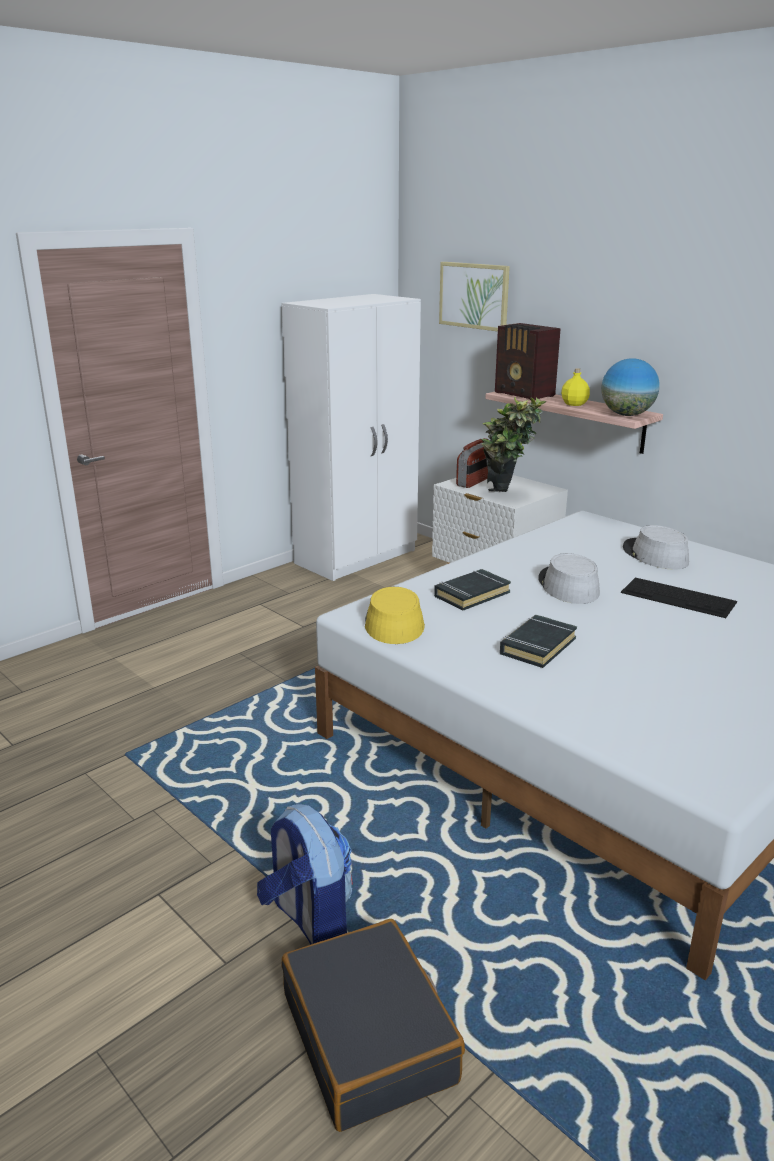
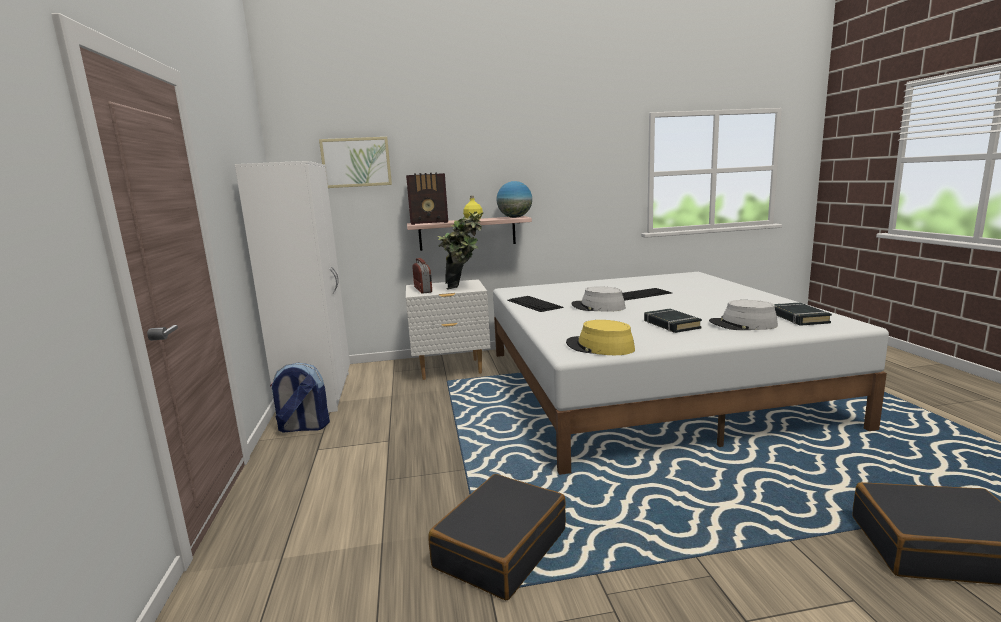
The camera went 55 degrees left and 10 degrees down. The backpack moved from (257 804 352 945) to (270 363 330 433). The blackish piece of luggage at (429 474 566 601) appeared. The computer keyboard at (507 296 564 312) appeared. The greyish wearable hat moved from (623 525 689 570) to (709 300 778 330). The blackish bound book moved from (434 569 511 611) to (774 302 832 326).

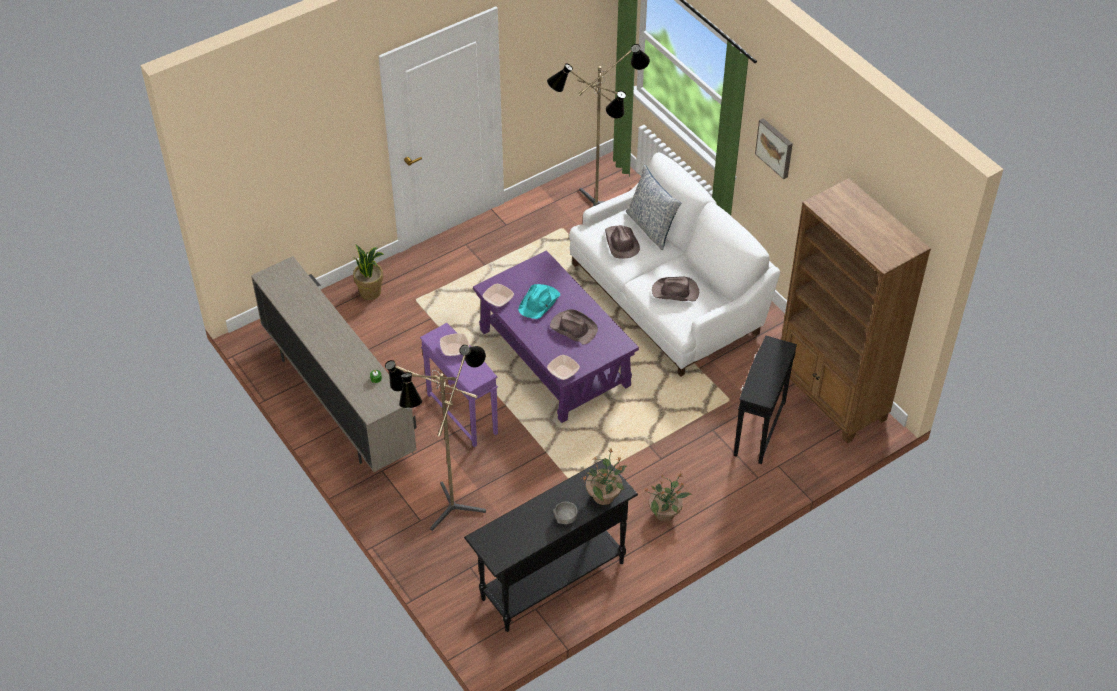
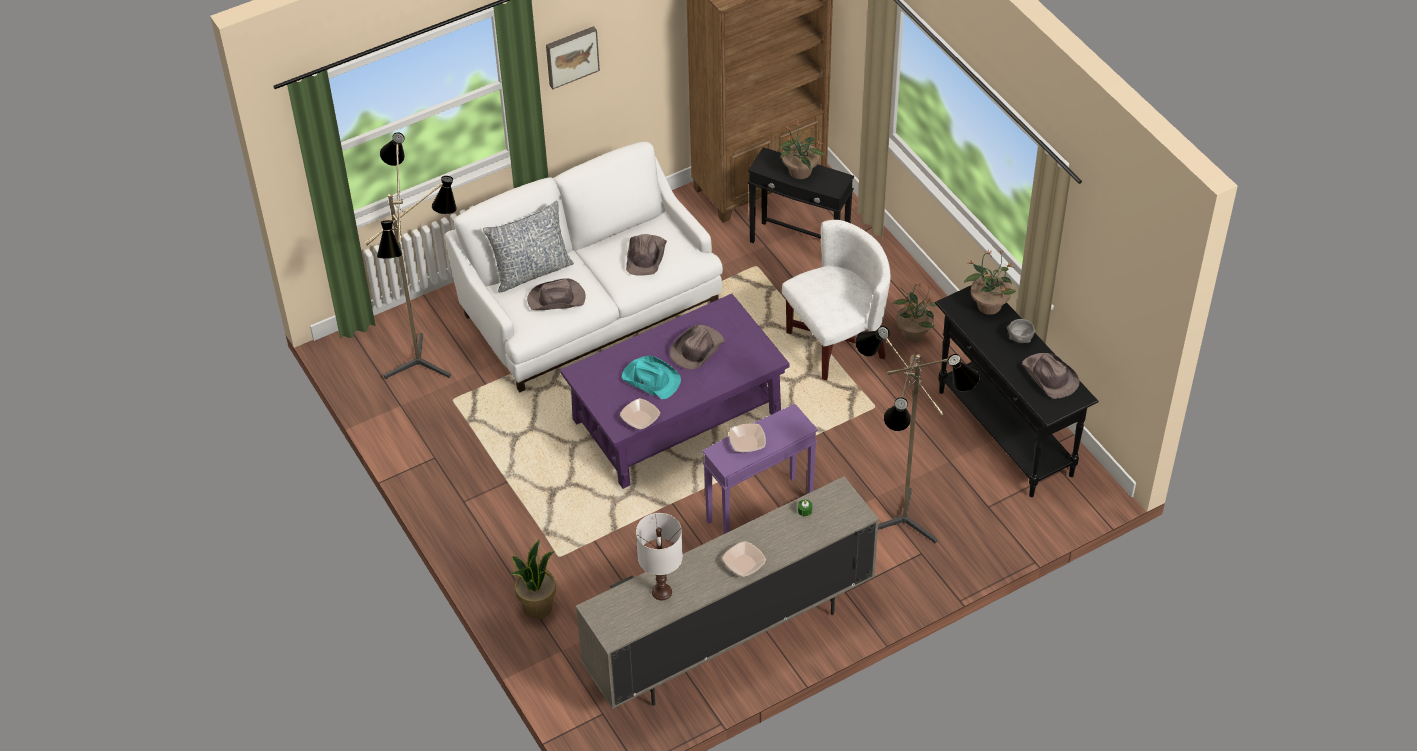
The camera went 85 degrees left and 0 degrees up. The whitish tabletop lamp at (636 513 683 600) appeared. The serving bowl moved from (547 355 580 380) to (722 541 766 577). The plant in a pot at (779 121 826 179) appeared. The whitish lounge chair at (782 220 891 380) appeared. The brownish wearable hat at (1022 353 1080 399) appeared.

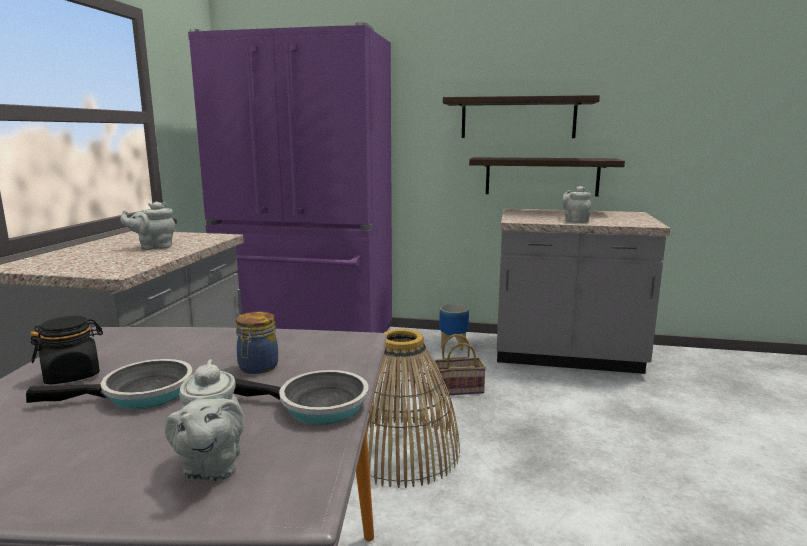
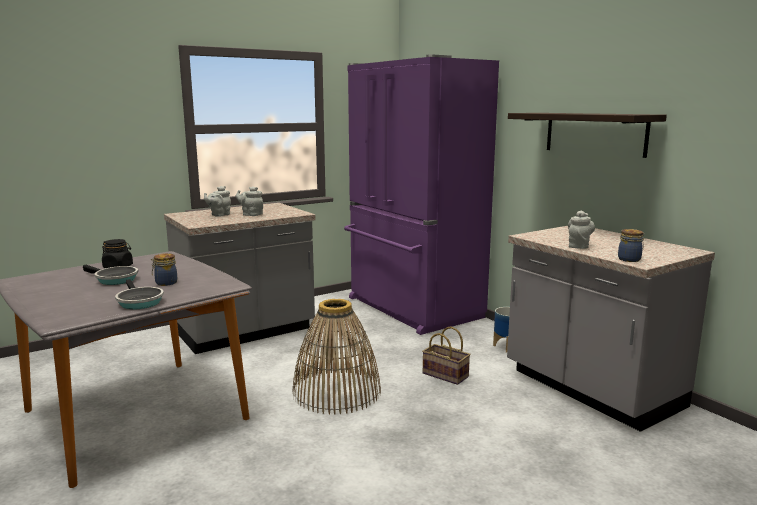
The camera went 45 degrees right and 0 degrees up. The greyish teapot moved from (165 359 244 481) to (204 186 231 217). The preserve jar at (618 229 645 262) appeared. The bracket shelf at (469 157 625 197) disappeared.

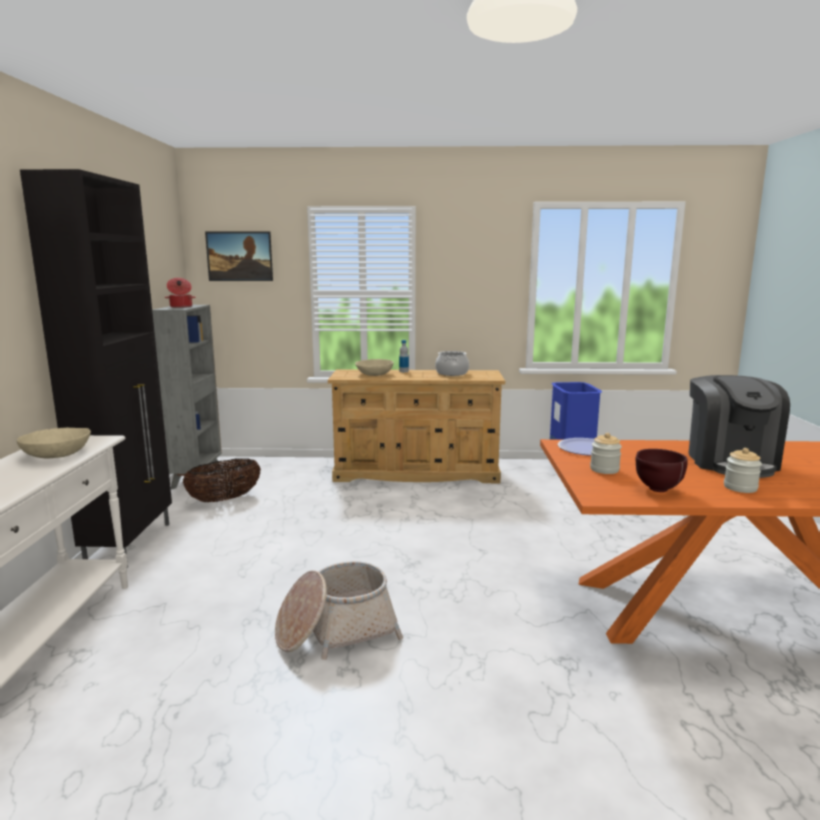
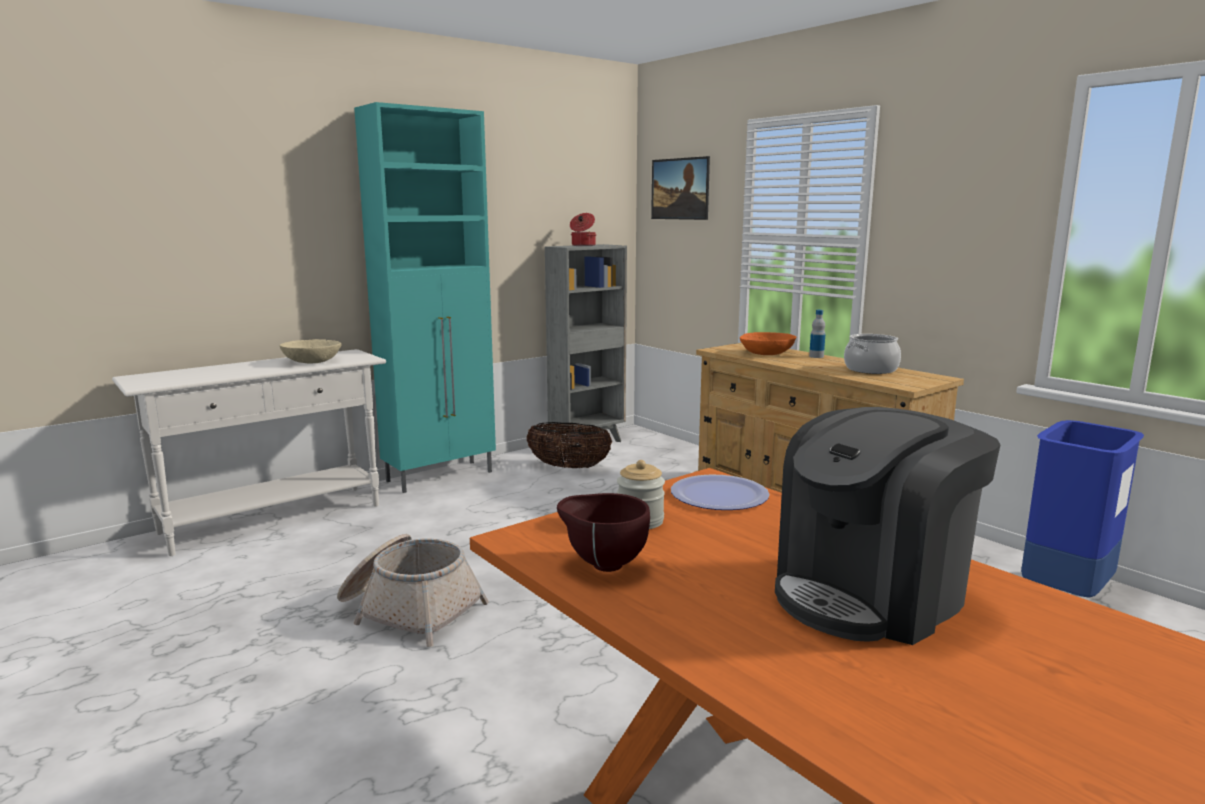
The camera went 50 degrees right and 0 degrees up. The blackish cabinet at (20 169 172 568) became the blue-green cabinet at (354 102 496 493). The sand-coloured serving bowl at (355 359 393 376) became the orange serving bowl at (740 332 796 355). The preserve jar at (724 448 762 493) disappeared.

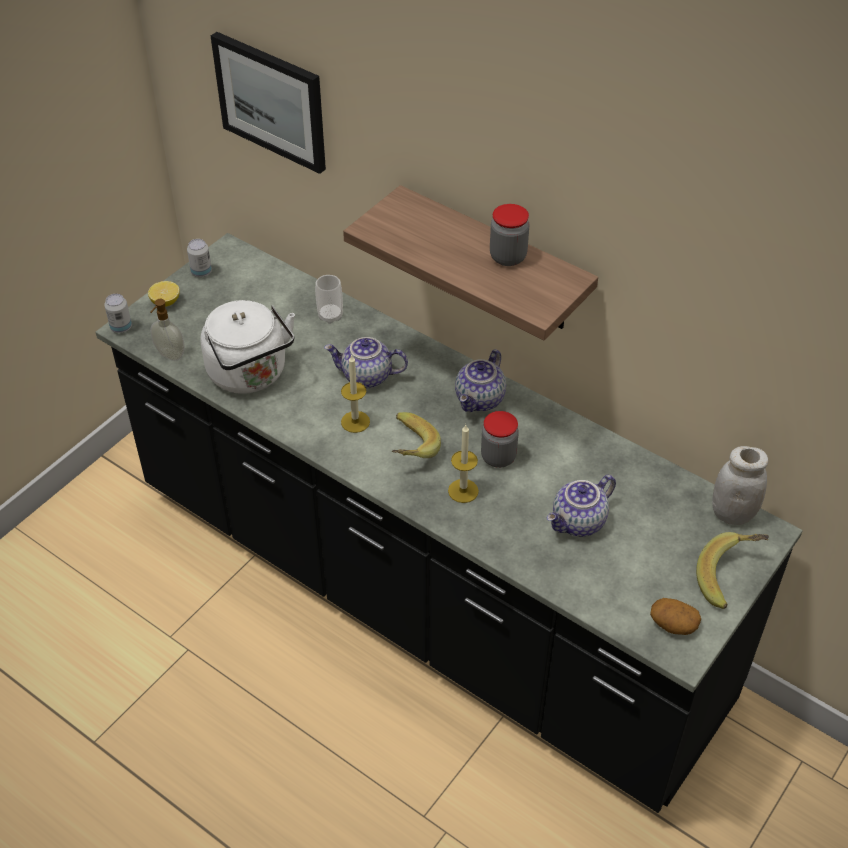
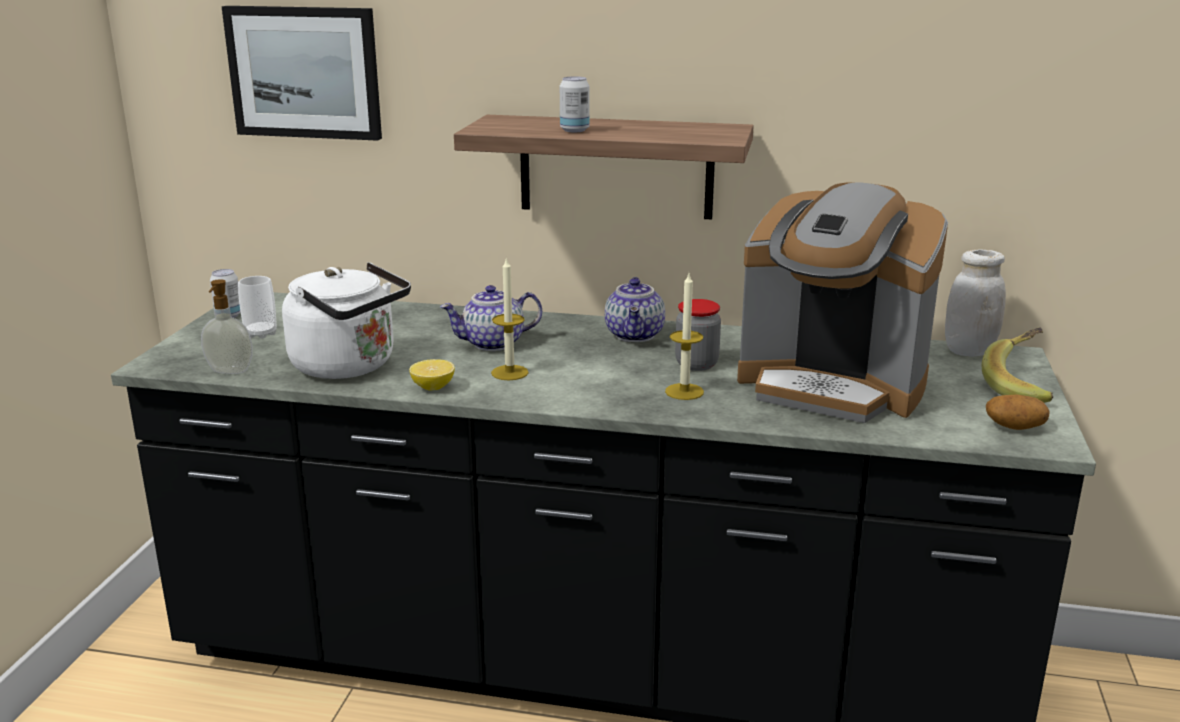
The camera went 25 degrees left and 25 degrees down. The cup moved from (315 275 343 324) to (238 276 277 339). The whole lemon moved from (148 281 180 307) to (409 359 455 391). The metal can moved from (104 294 132 333) to (560 76 589 132). The teapot at (547 475 616 536) was replaced by the coffee maker at (737 182 948 423). The banana at (392 412 441 458) disappeared. The preserve jar at (490 204 529 266) disappeared.

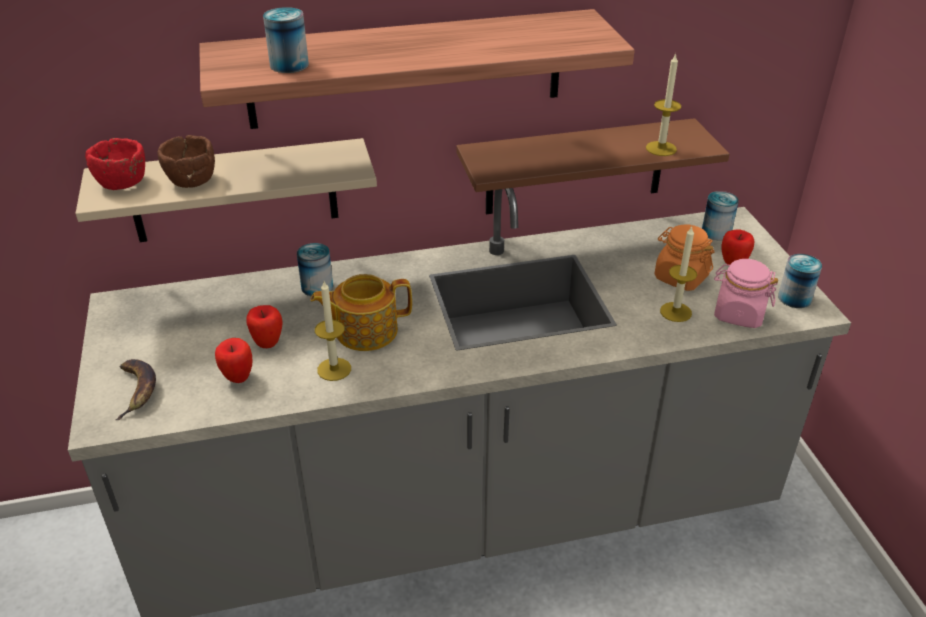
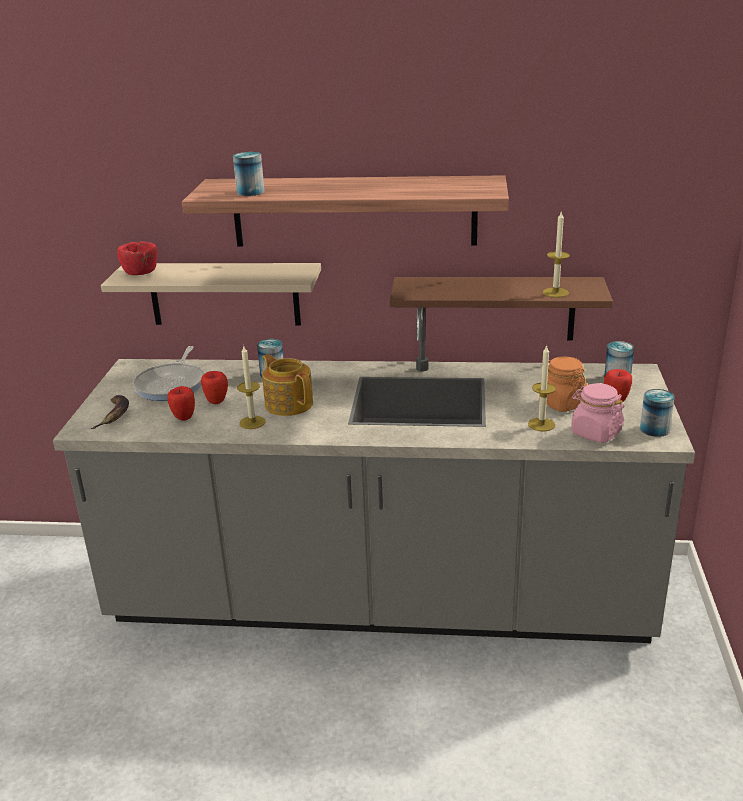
The camera went 20 degrees right and 10 degrees down. The frying pan at (132 346 204 401) appeared. The teapot at (311 274 412 351) turned 45 degrees clockwise. The brownish serving bowl at (158 135 215 188) disappeared.

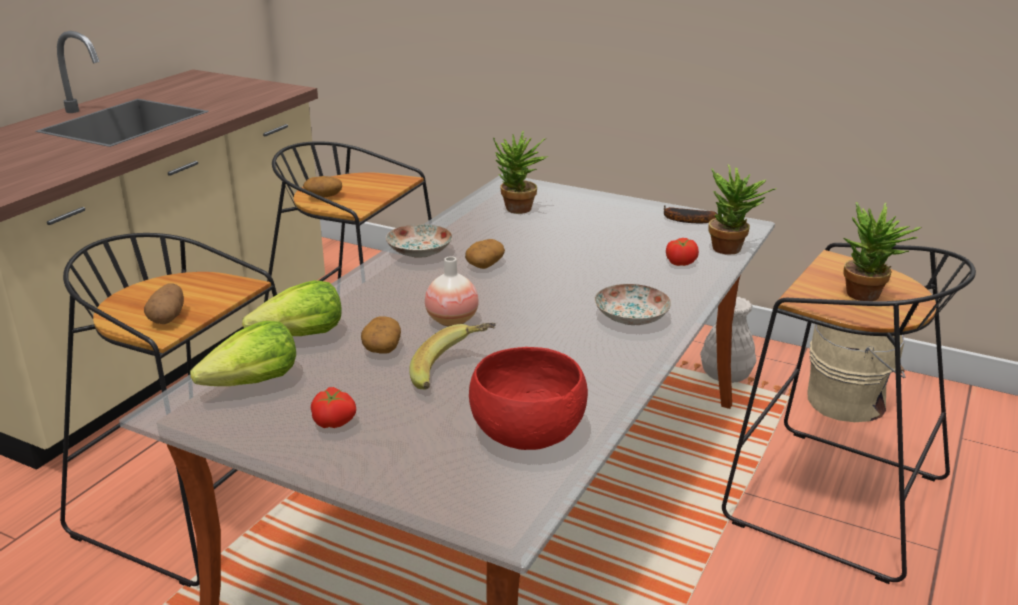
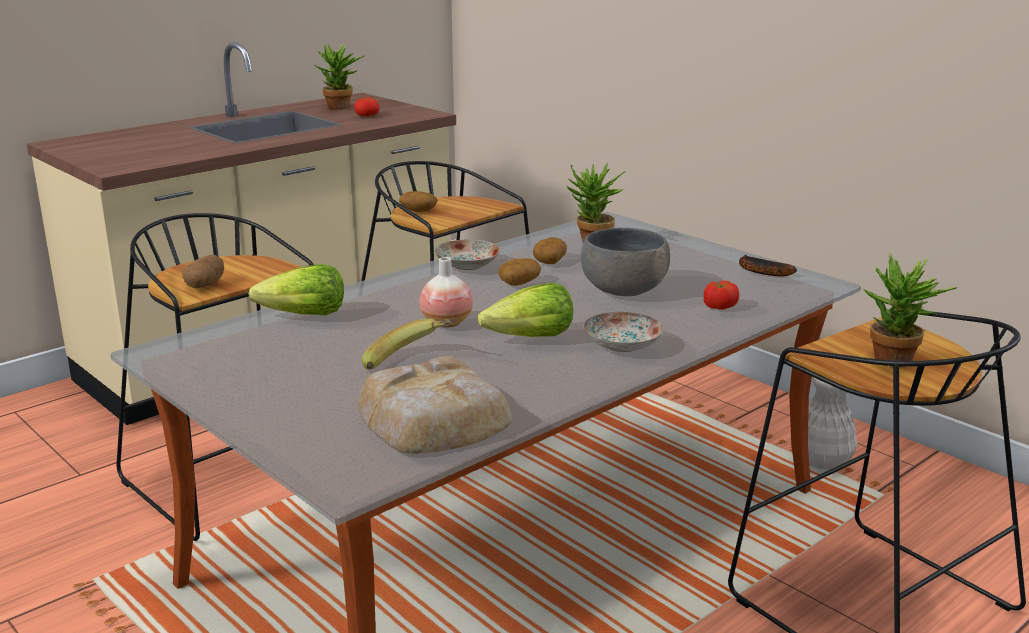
The camera went 20 degrees right and 5 degrees down. The plant in a pot moved from (709 164 777 255) to (315 44 364 110). The tomato moved from (311 387 356 428) to (354 97 379 117). The reddish serving bowl at (469 347 588 450) was replaced by the baked bread at (358 356 512 454). The lettuce head moved from (190 321 296 386) to (478 283 573 337). The spud moved from (361 316 401 354) to (533 237 567 264). The greyish serving bowl at (581 228 670 296) appeared. The sand-coloured pail at (807 324 905 422) disappeared.

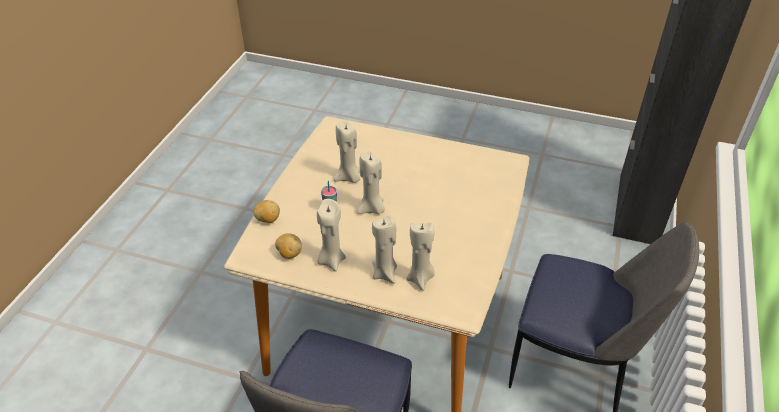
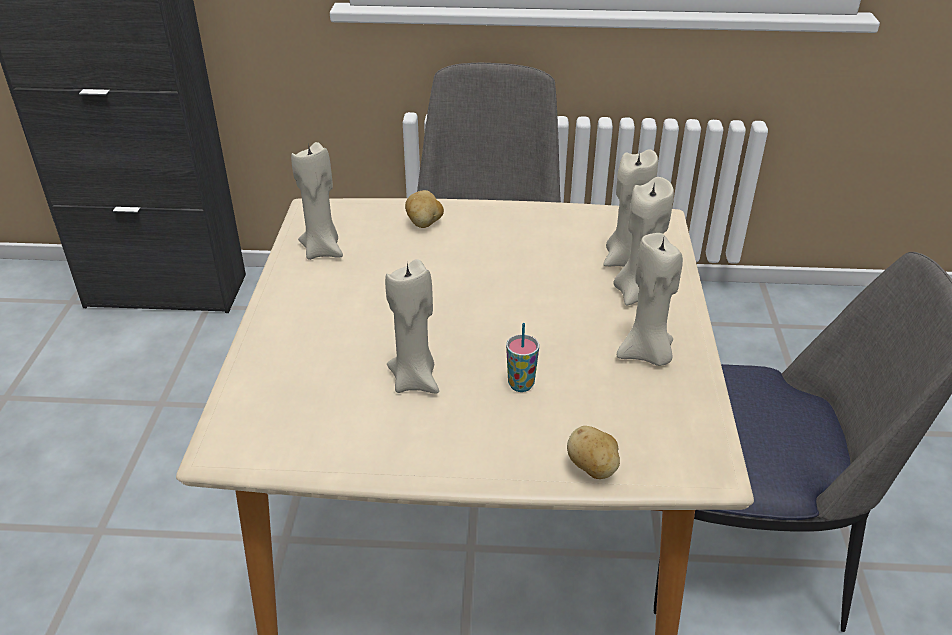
The camera went 105 degrees left and 5 degrees down. The sand-coloured wax candle moved from (357 151 385 214) to (291 142 343 260). The spud moved from (275 233 302 259) to (405 190 444 228).

